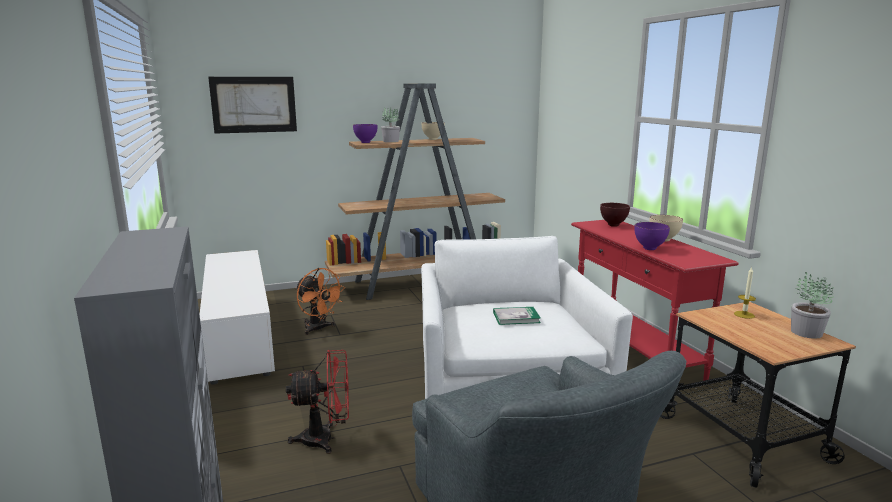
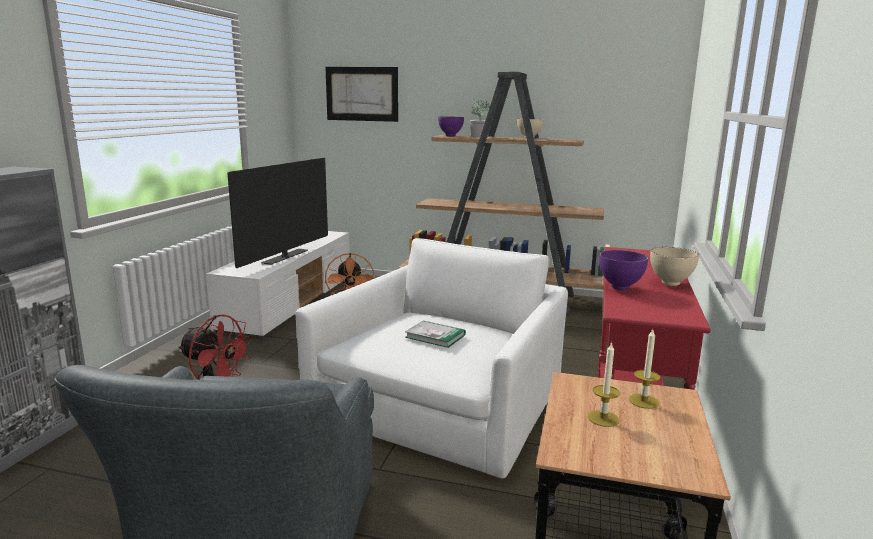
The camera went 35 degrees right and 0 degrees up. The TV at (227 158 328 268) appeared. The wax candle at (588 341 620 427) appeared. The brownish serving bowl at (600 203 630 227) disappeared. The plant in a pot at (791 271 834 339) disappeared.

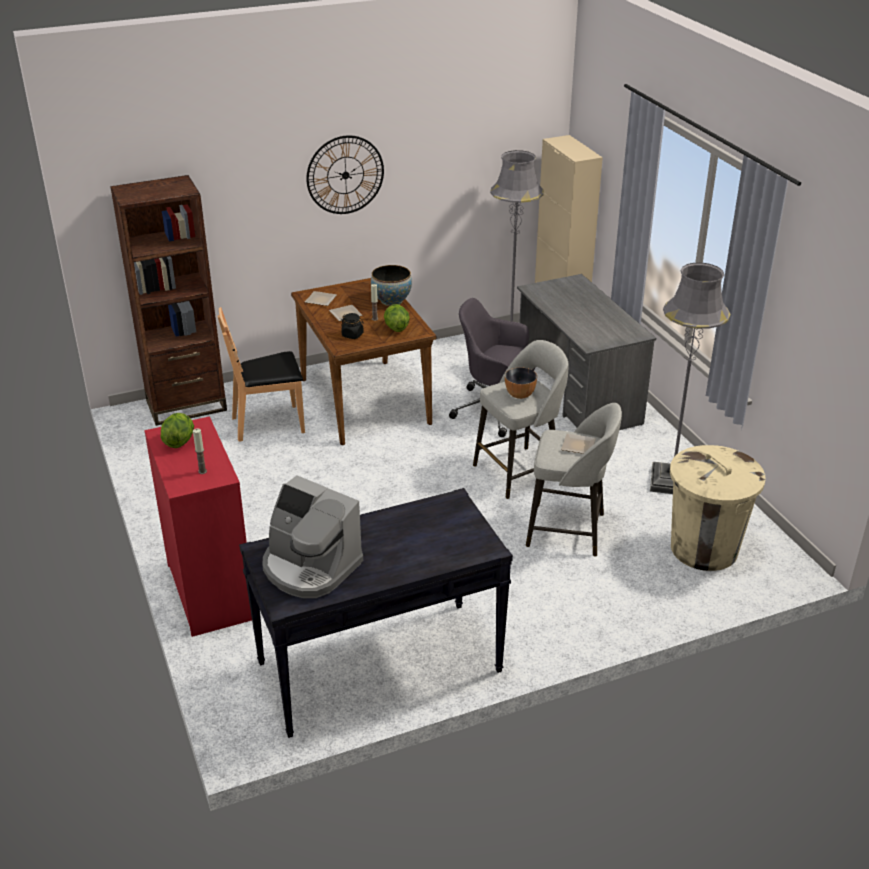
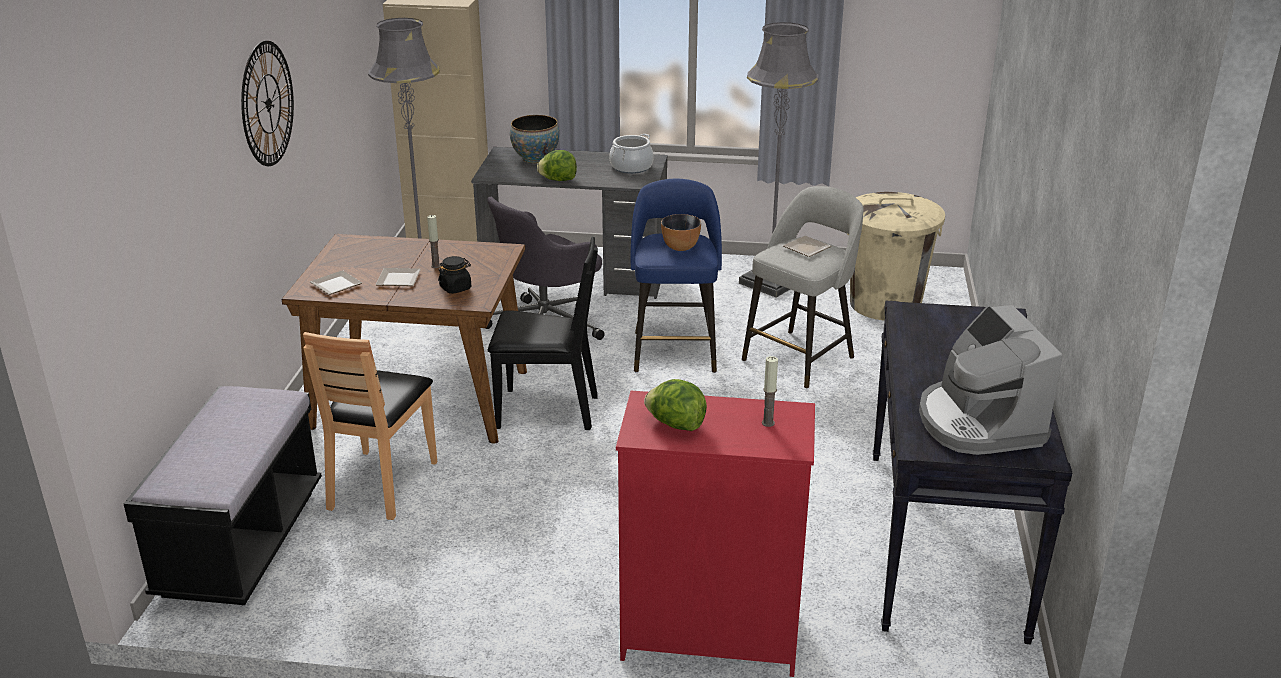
The camera went 60 degrees left and 5 degrees down. The brownish bookcase at (110 175 227 426) was replaced by the blackish indoor bench at (124 386 322 605). The blackish plain chair at (488 236 598 430) appeared. The serving bowl moved from (371 265 412 306) to (510 115 559 163). The lettuce head moved from (384 304 410 332) to (537 150 577 181). The cooking pot at (609 134 654 174) appeared. The greyish stool seat at (473 340 569 499) became the bluish stool seat at (631 179 722 373). The coffee maker at (263 475 363 598) turned 105 degrees clockwise.

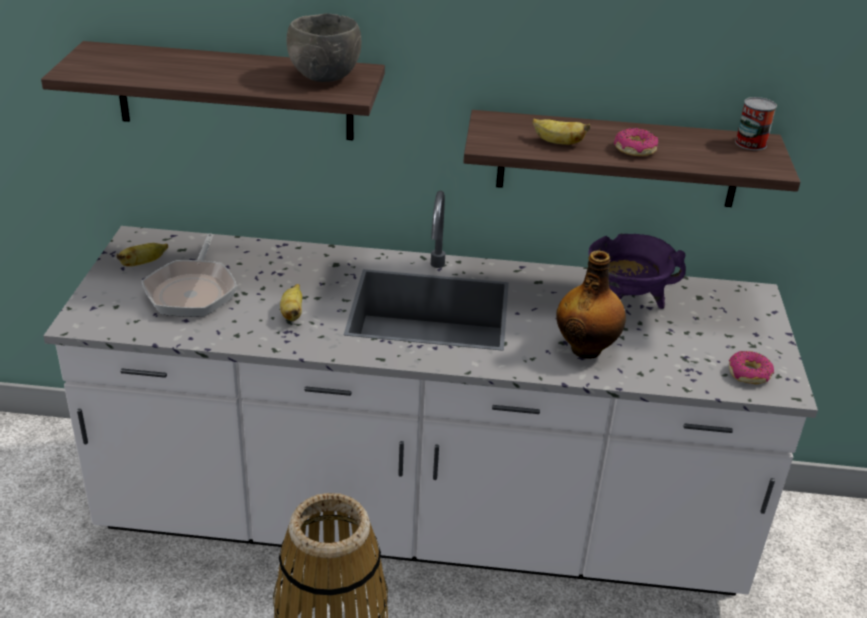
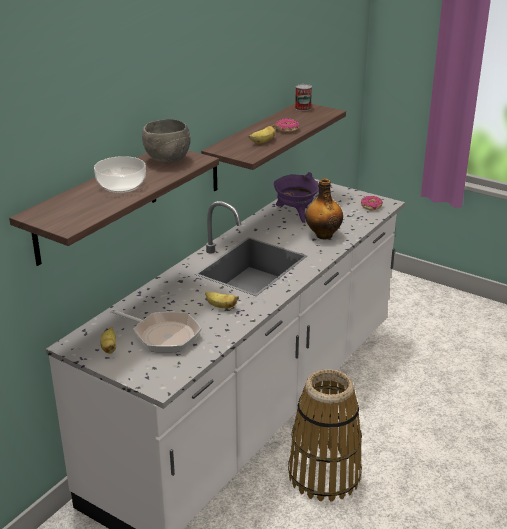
The camera went 60 degrees left and 5 degrees down. The serving bowl at (94 156 146 193) appeared.

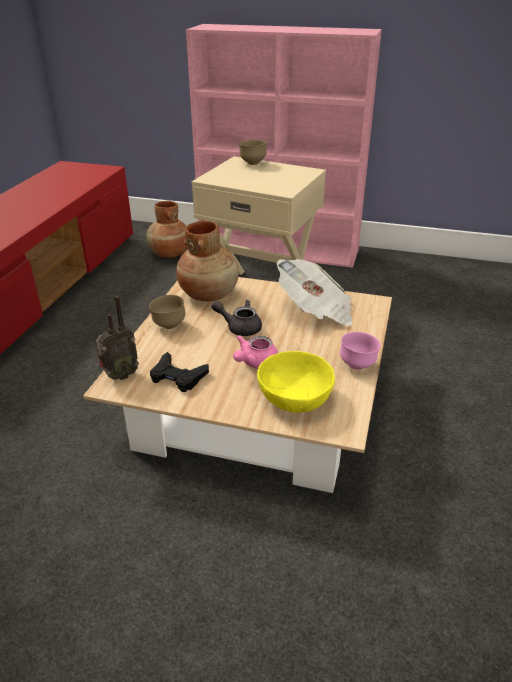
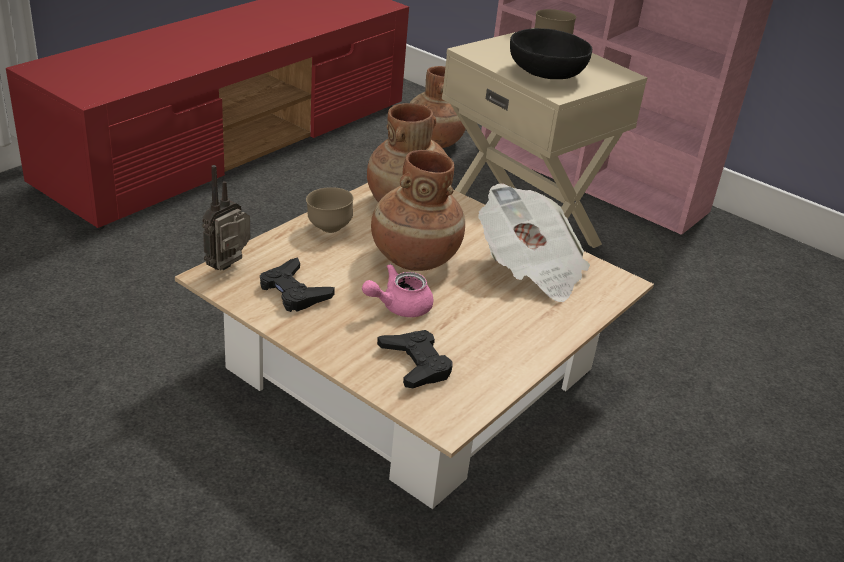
The camera went 20 degrees right and 0 degrees up. The radio set at (96 296 139 380) turned 135 degrees clockwise. The greyish teapot at (212 300 262 336) was replaced by the brownish decorative vase at (371 150 465 271). The yellow serving bowl at (257 351 335 413) was replaced by the blackish joypad at (377 330 452 388). The blackish serving bowl at (510 28 592 79) appeared. The pinkish serving bowl at (340 332 381 370) disappeared.

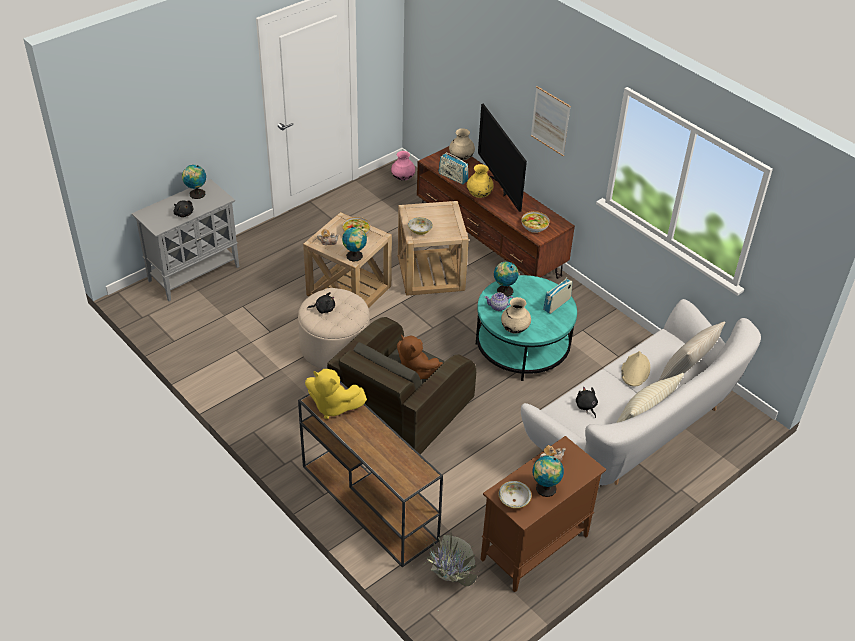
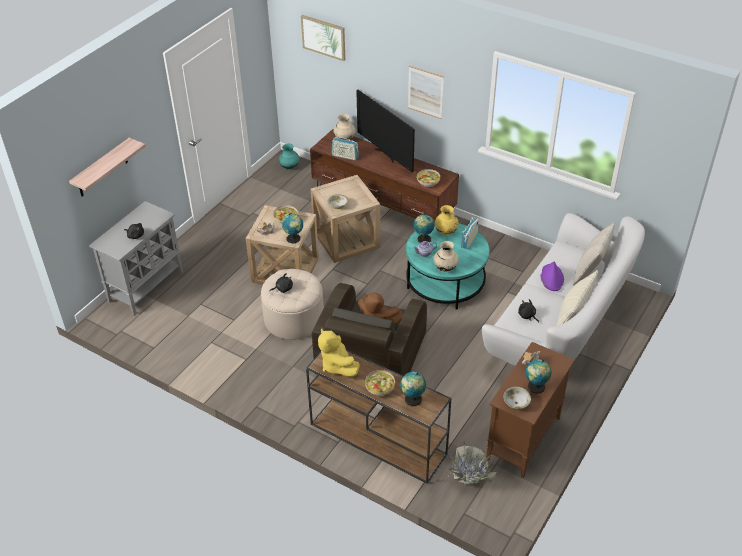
The camera went 15 degrees left and 0 degrees up. The bracket shelf at (69 138 146 196) appeared. The pinkish decorative vase at (391 151 415 181) became the blue-green decorative vase at (279 144 300 169). The wall picture at (301 15 345 61) appeared. The yellow plush toy at (305 369 367 419) turned 60 degrees clockwise. The serving bowl at (365 370 395 396) appeared. The world globe moved from (182 165 206 199) to (400 372 426 406). The yellow decorative vase moved from (467 164 494 198) to (434 205 459 235). The sand-coloured wearable hat at (621 351 650 387) became the purple wearable hat at (541 261 564 291).

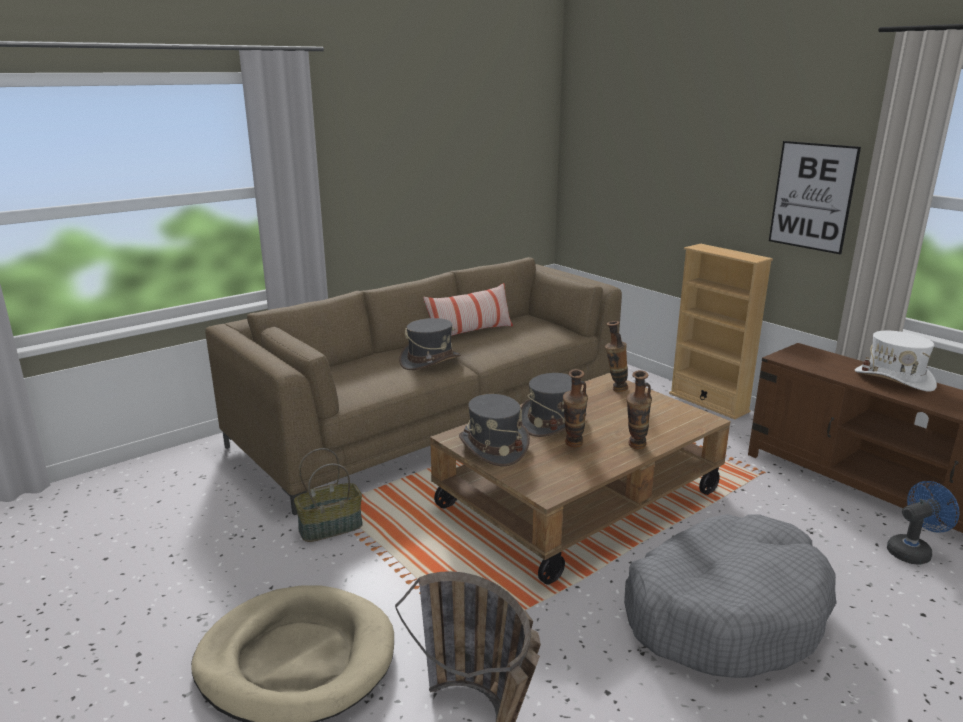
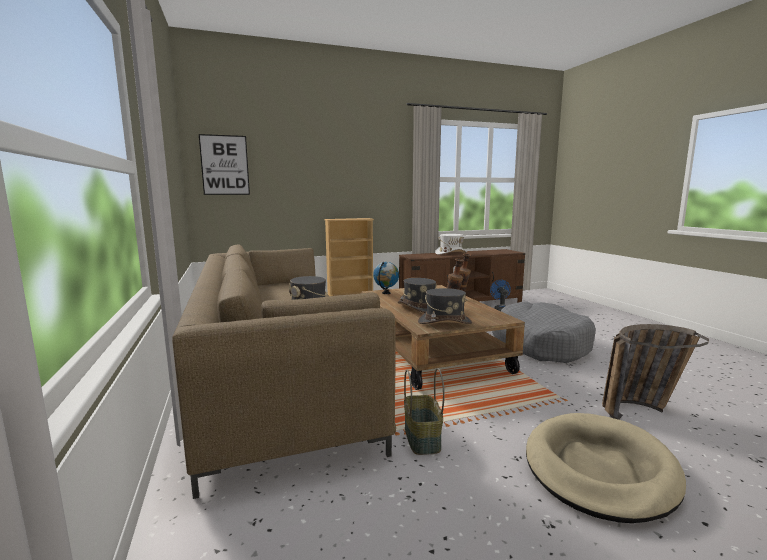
The camera went 70 degrees left and 10 degrees down. The wall picture moved from (769 141 861 254) to (199 134 250 195). The decorative vase at (605 321 628 392) was replaced by the world globe at (373 262 399 294). The pillow at (423 283 513 336) disappeared.

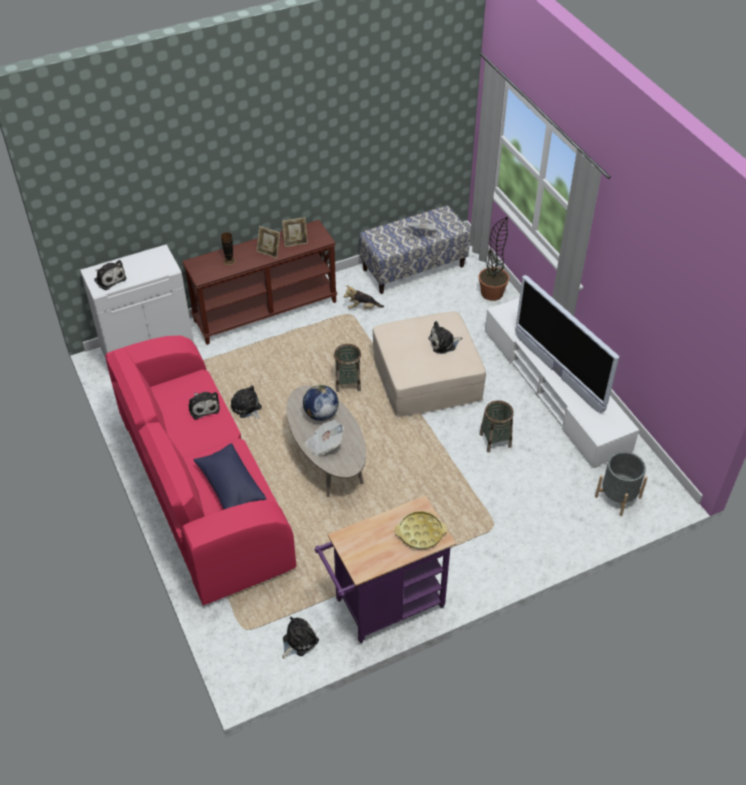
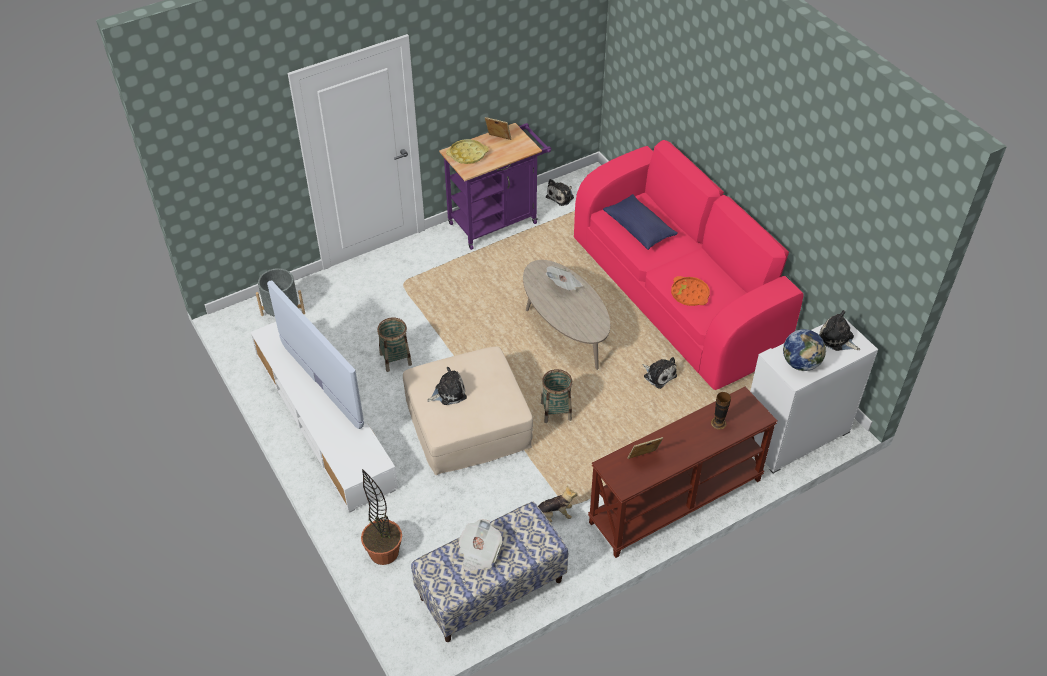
The camera went 175 degrees right and 0 degrees up. The photo frame moved from (257 226 280 258) to (485 117 512 140). The plush toy at (188 392 220 420) was replaced by the orange tray at (671 276 710 306). The world globe moved from (303 385 339 421) to (783 329 826 371).

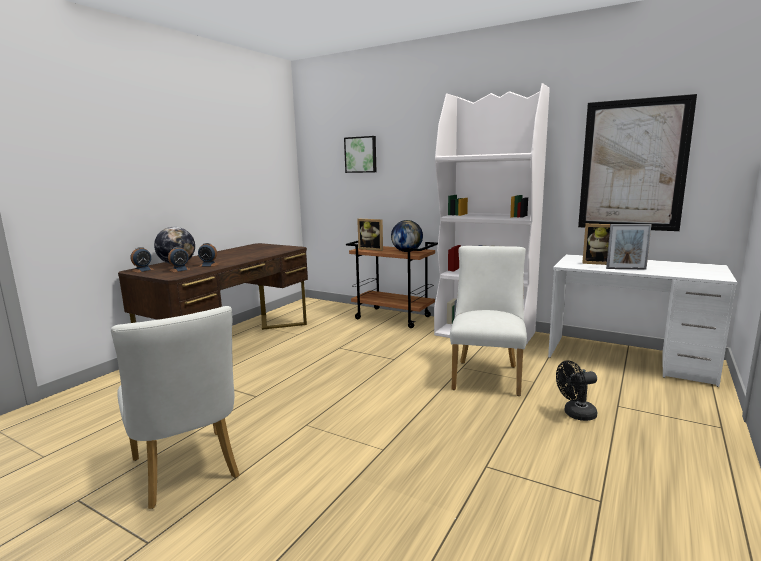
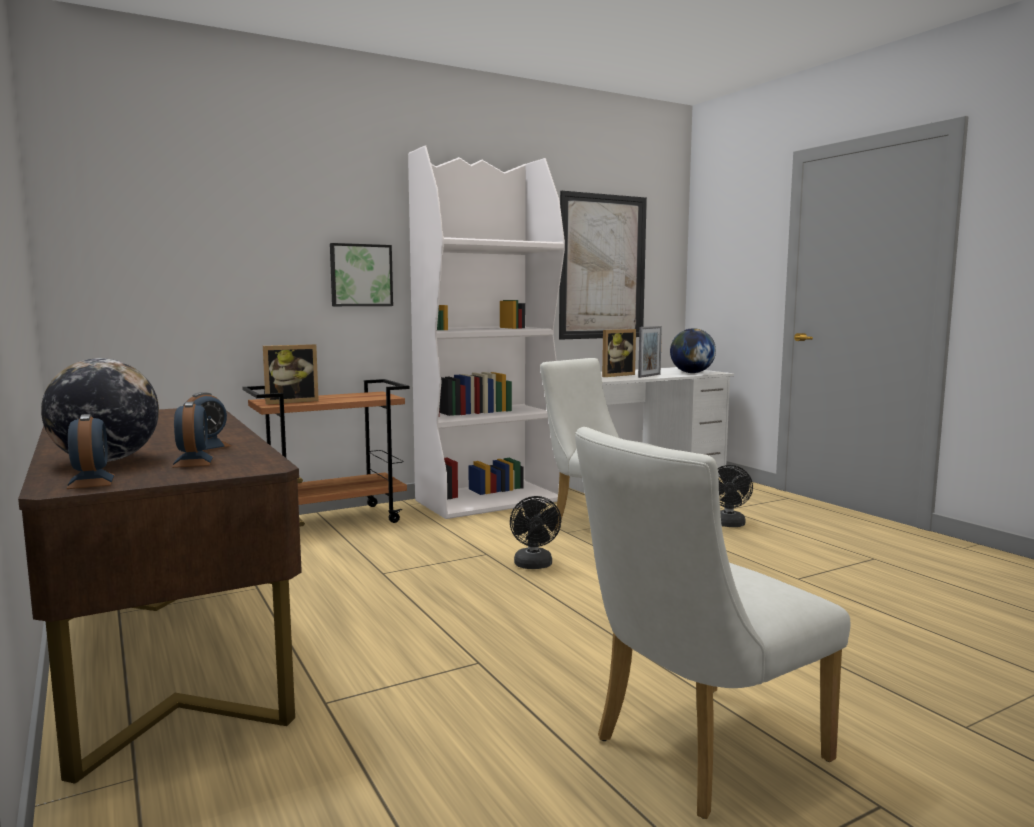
The camera went 60 degrees left and 5 degrees down. The wall picture moved from (344 136 376 173) to (330 243 393 306). The blackish electric fan at (510 496 561 569) appeared. The whitish plain chair at (111 306 240 509) turned 150 degrees clockwise. The world globe moved from (391 220 423 252) to (670 328 716 373).

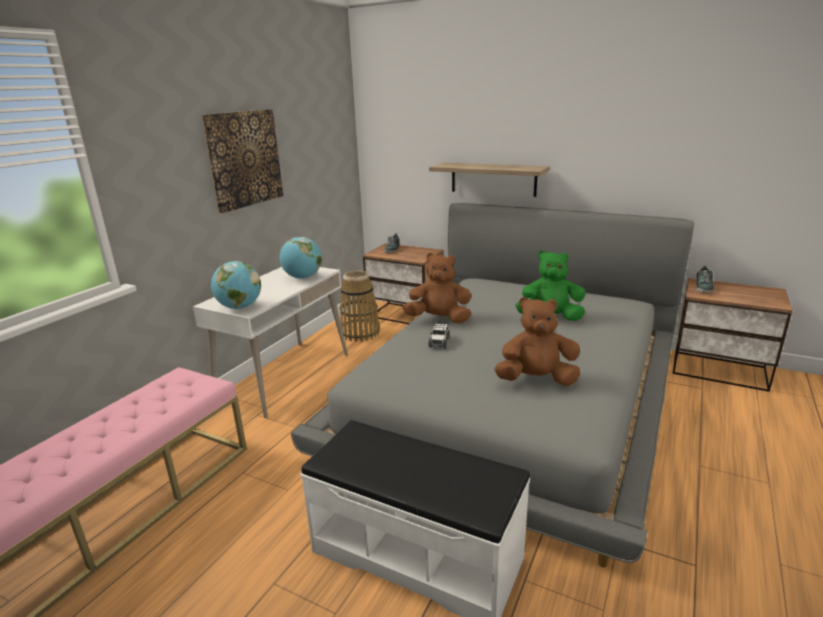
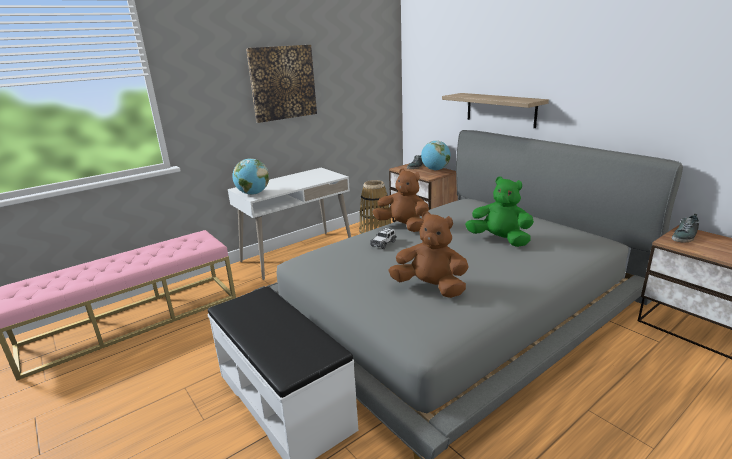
The camera went 25 degrees right and 0 degrees up. The world globe moved from (280 237 322 279) to (421 141 451 170).

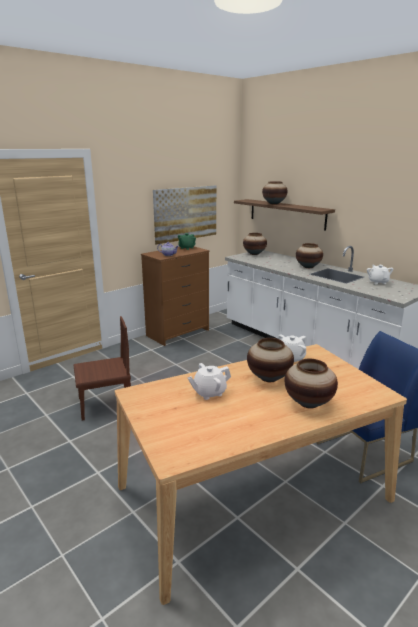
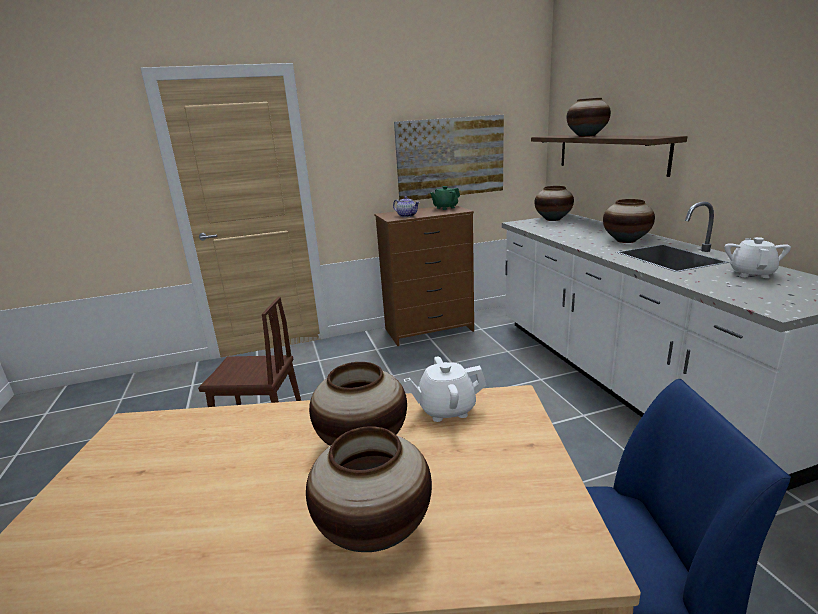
The camera went 25 degrees right and 0 degrees up. The whitish teapot at (187 363 231 400) disappeared.

